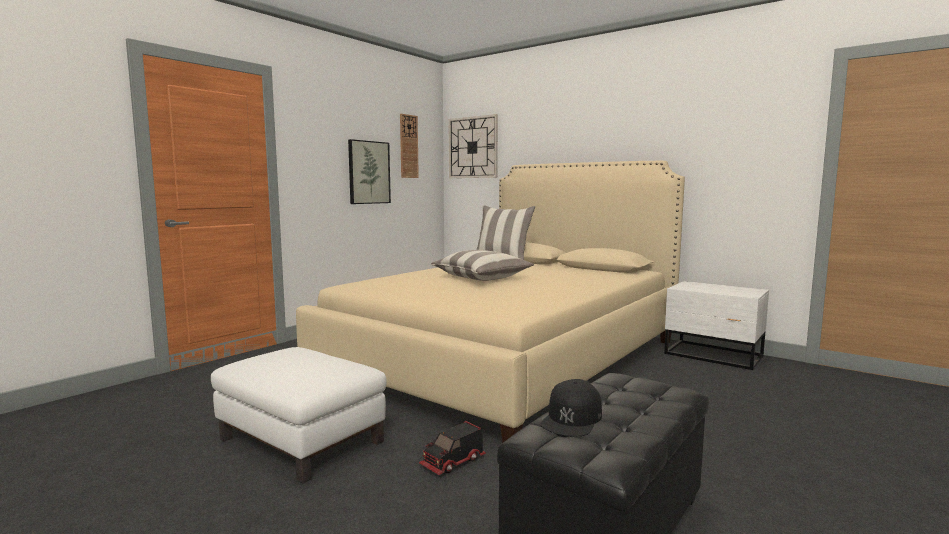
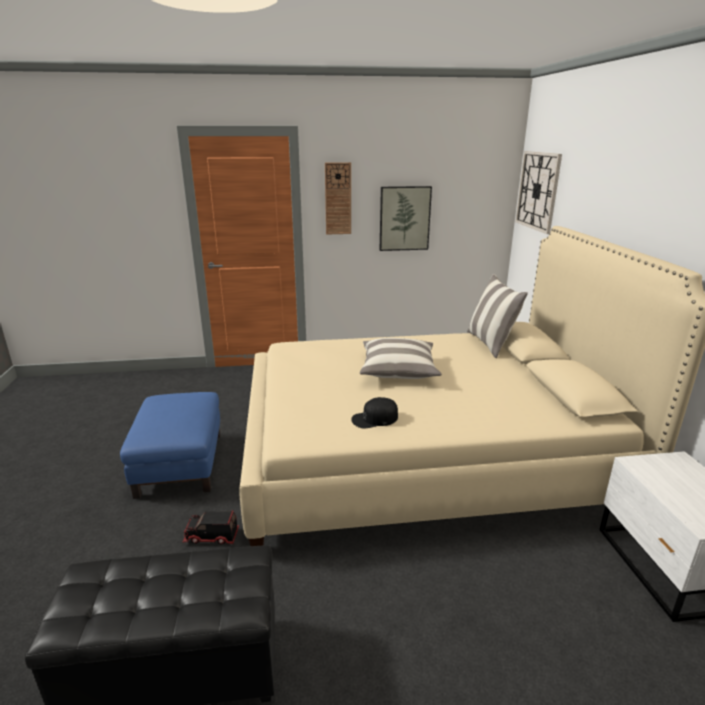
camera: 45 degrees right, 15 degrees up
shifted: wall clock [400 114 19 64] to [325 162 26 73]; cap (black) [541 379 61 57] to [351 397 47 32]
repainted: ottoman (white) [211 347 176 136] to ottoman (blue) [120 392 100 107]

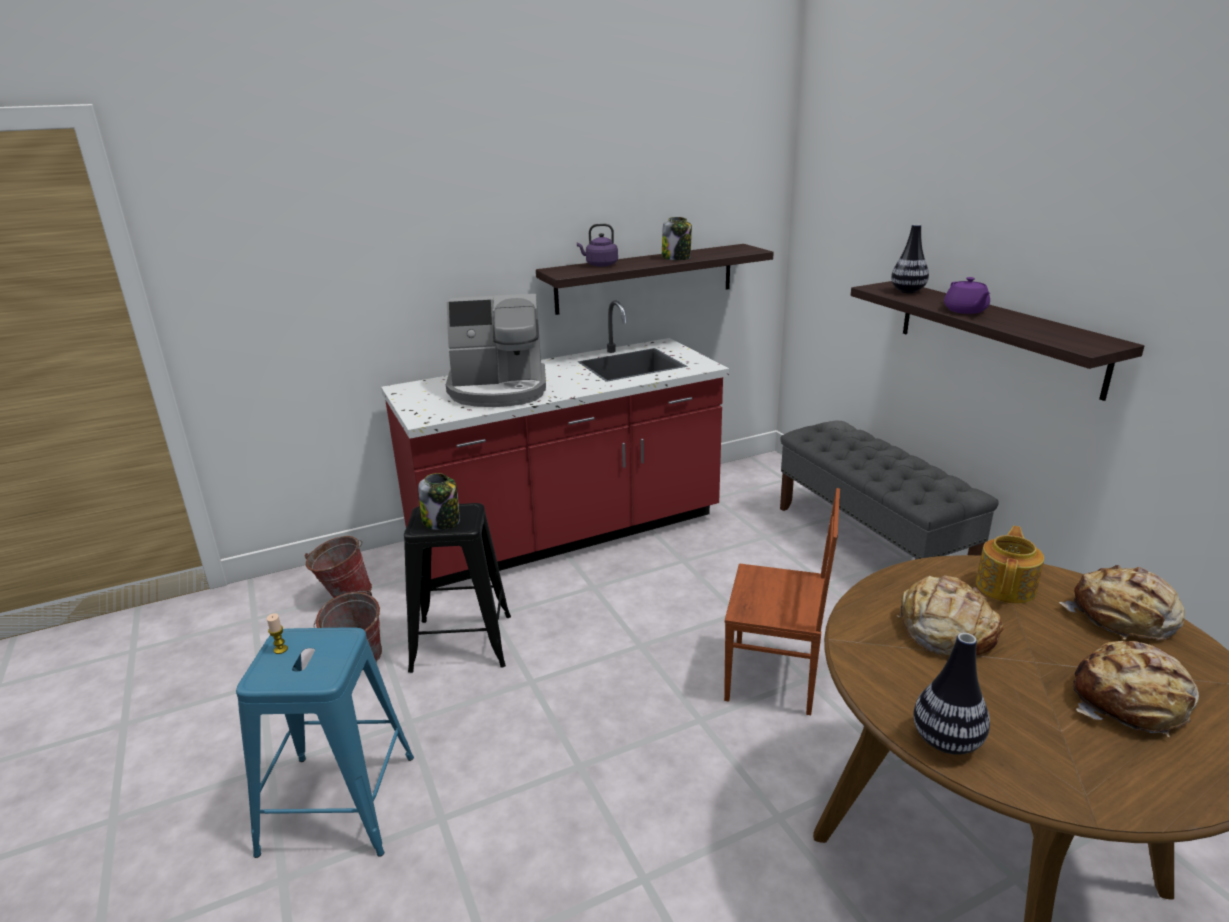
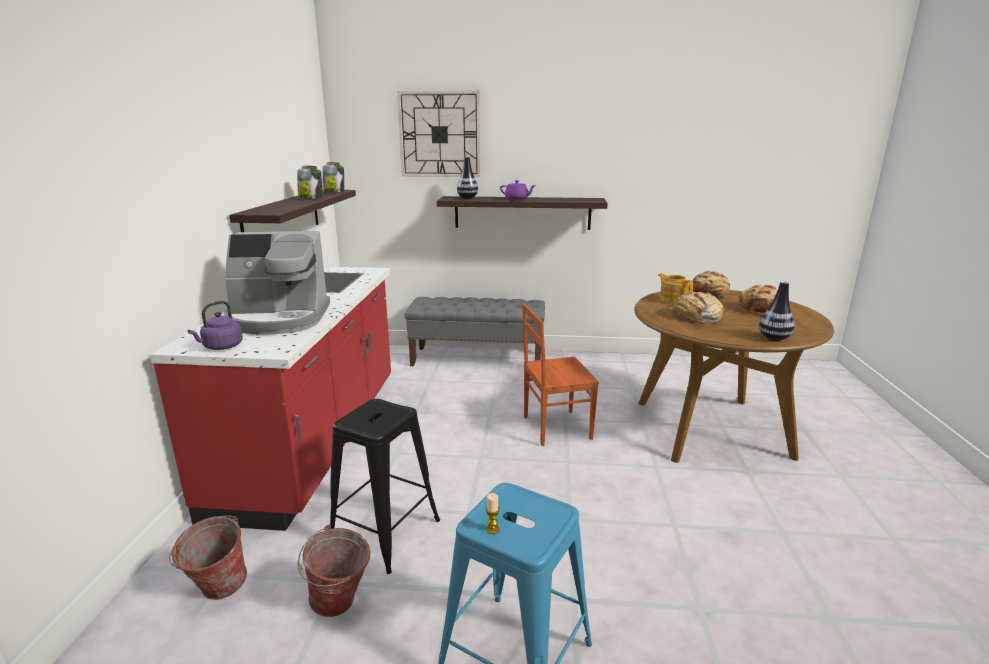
camera: 60 degrees left, 5 degrees down
new: wall clock [397 91 84 86]
shifted: jar [418 473 42 57] to [322 162 22 30]; kettle (purple) [577 223 41 44] to [188 301 55 49]
rotated: coffee machine [446 294 100 113] = [224 231 106 104] 60 degrees clockwise; chair (brown) [724 488 116 227] = [522 303 77 143] 150 degrees counterclockwise

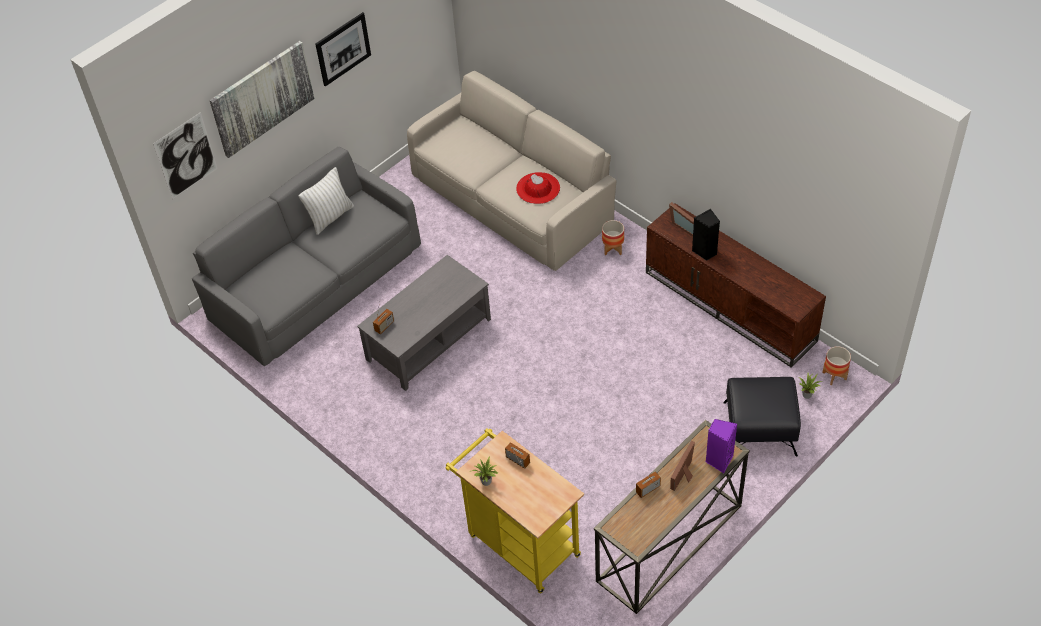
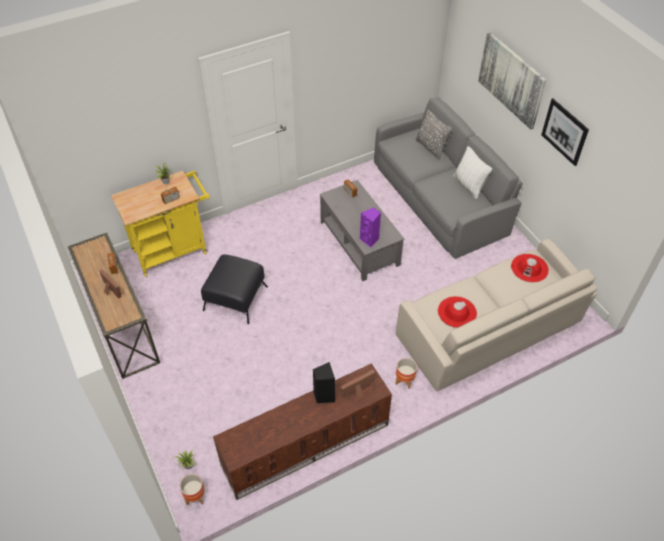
camera: 105 degrees right, 0 degrees up
gone: picture [153 112 65 88]
new: pillow (grey) [415 110 37 50]; hat (red) [511 254 38 29]
shifted: speaker (purple) [705 419 32 54] to [360 207 21 41]; ottoman (black) [723 377 78 80] to [201 254 67 70]

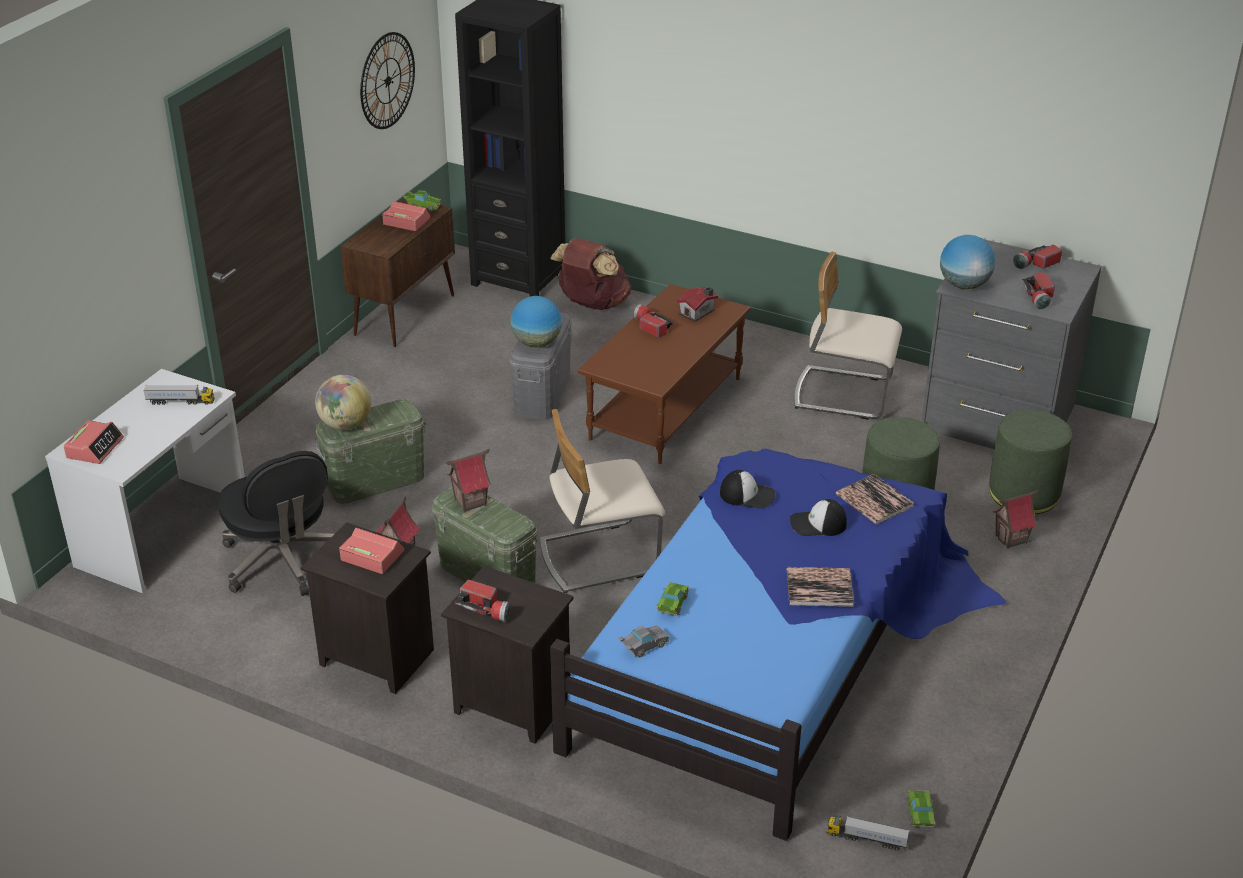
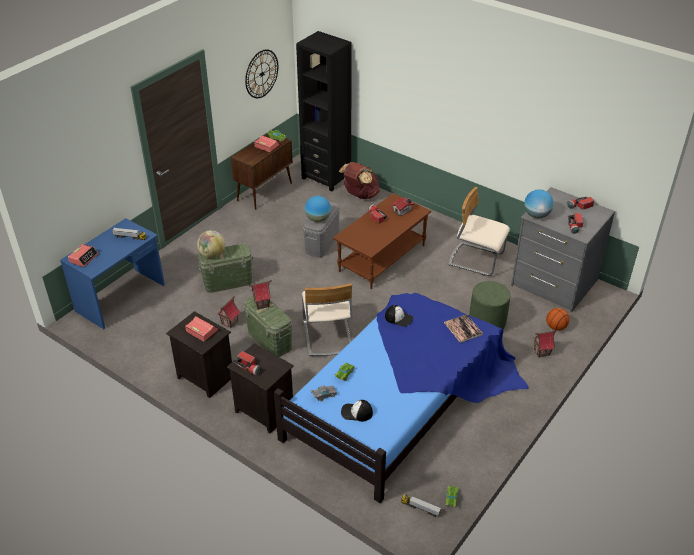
camera: 10 degrees right, 5 degrees up
gone: office chair (black) [218 451 116 145]; book [787 567 67 40]
shifted: cap [790 499 57 37] to [341 400 32 22]
swapped: ottoman (green) [989 409 83 105] to basketball [546 308 24 23]
repainted: desk (white) [45 369 200 224] to desk (blue) [60 218 105 111]
rotated: chair (beige) [540 409 125 184] = [302 283 50 73] 90 degrees counterclockwise

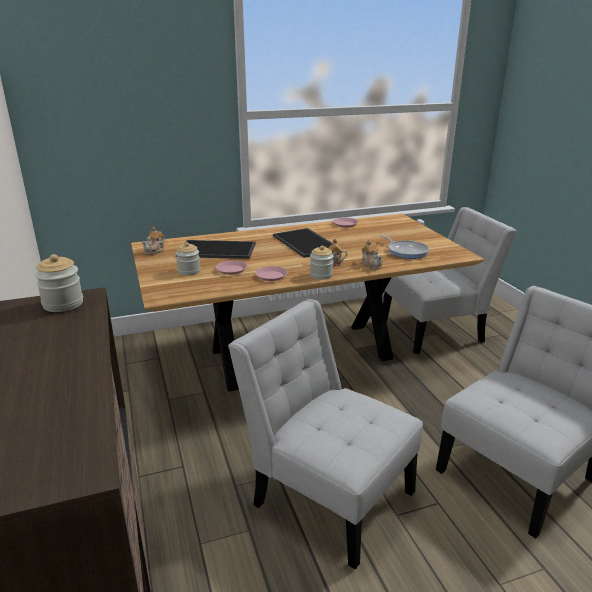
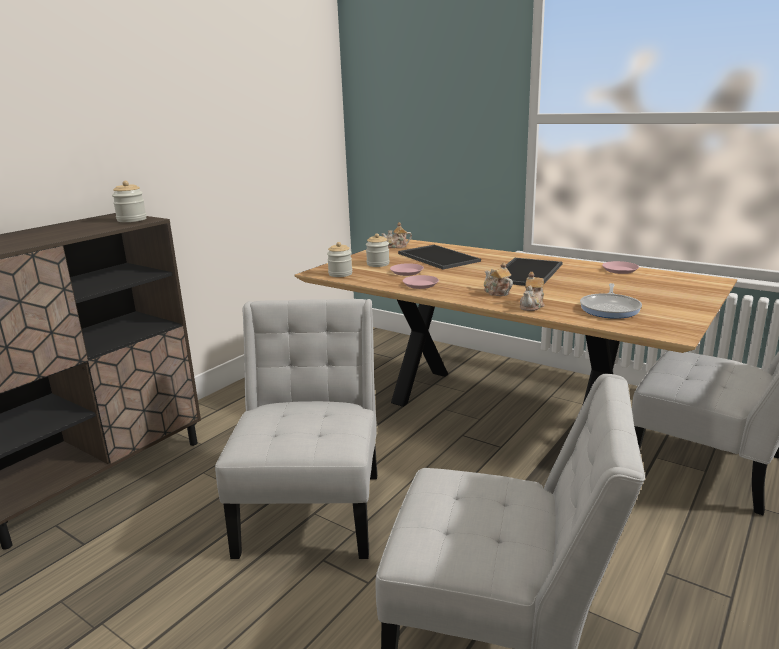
camera: 55 degrees right, 5 degrees down
shifted: jar [310 246 23 34] to [327 242 25 35]

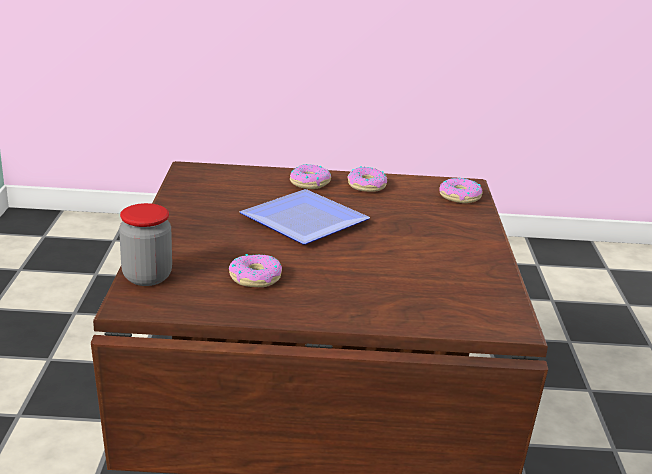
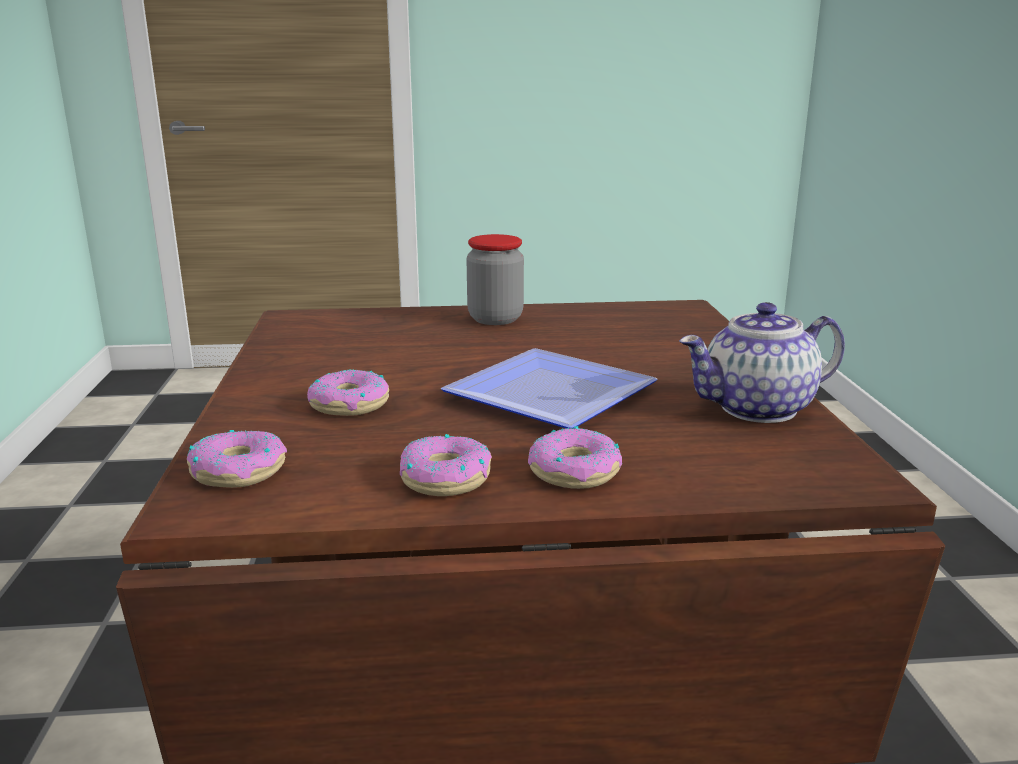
camera: 175 degrees right, 5 degrees down
new: teapot [679 302 166 121]
shifted: jar [119 203 53 83] to [466 234 58 91]; donut [229 254 53 33] to [307 369 82 47]

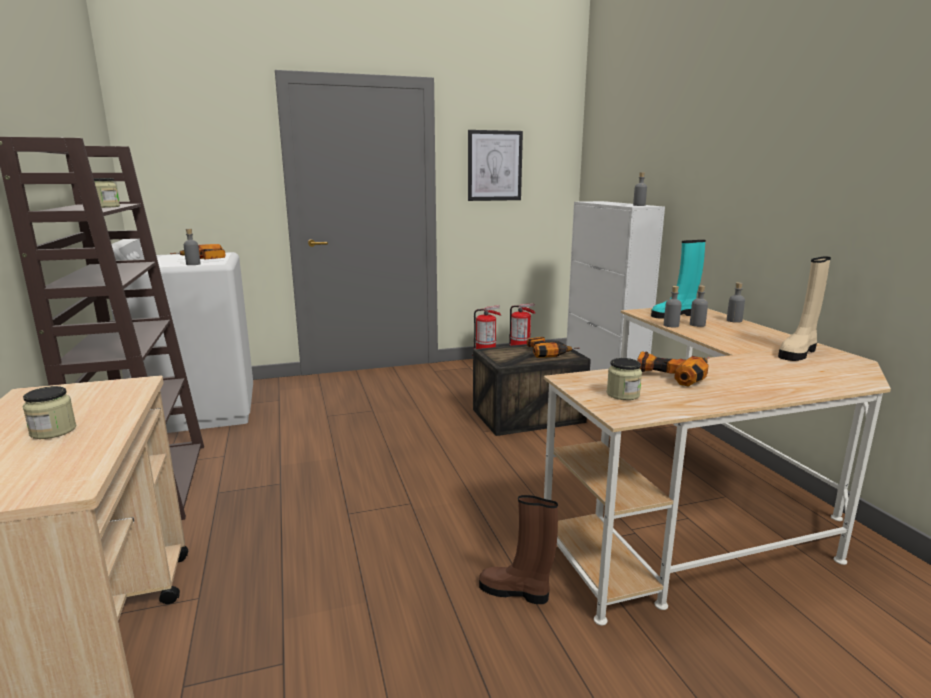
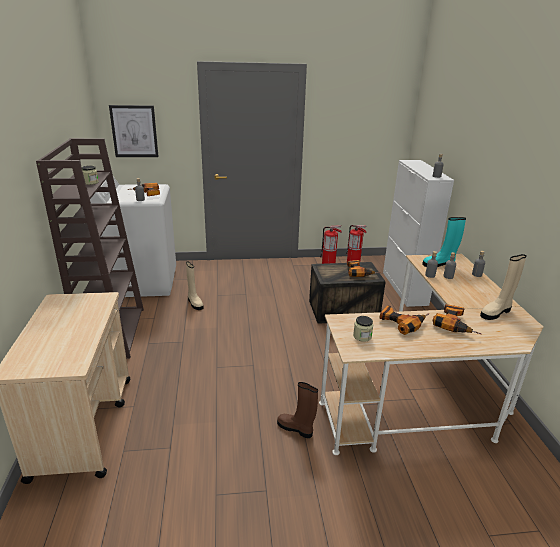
camera: 10 degrees right, 10 degrees up
gone: jar [22 386 54 53]
new: boot (beige) [186 261 18 49]; power drill [433 304 48 30]
shifted: picture [468 130 55 71] to [109 105 50 52]

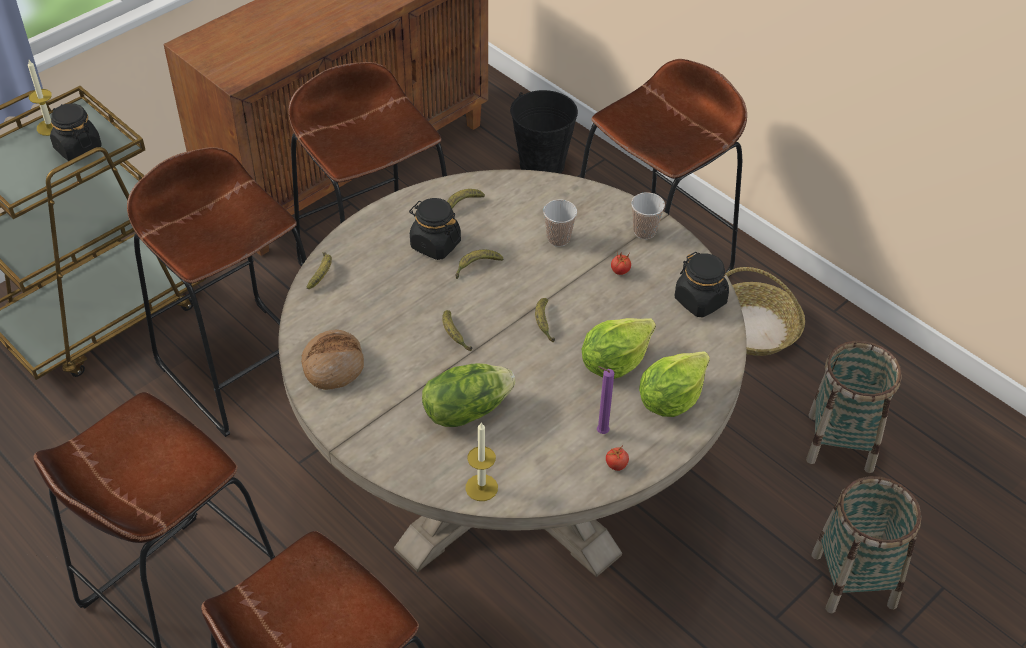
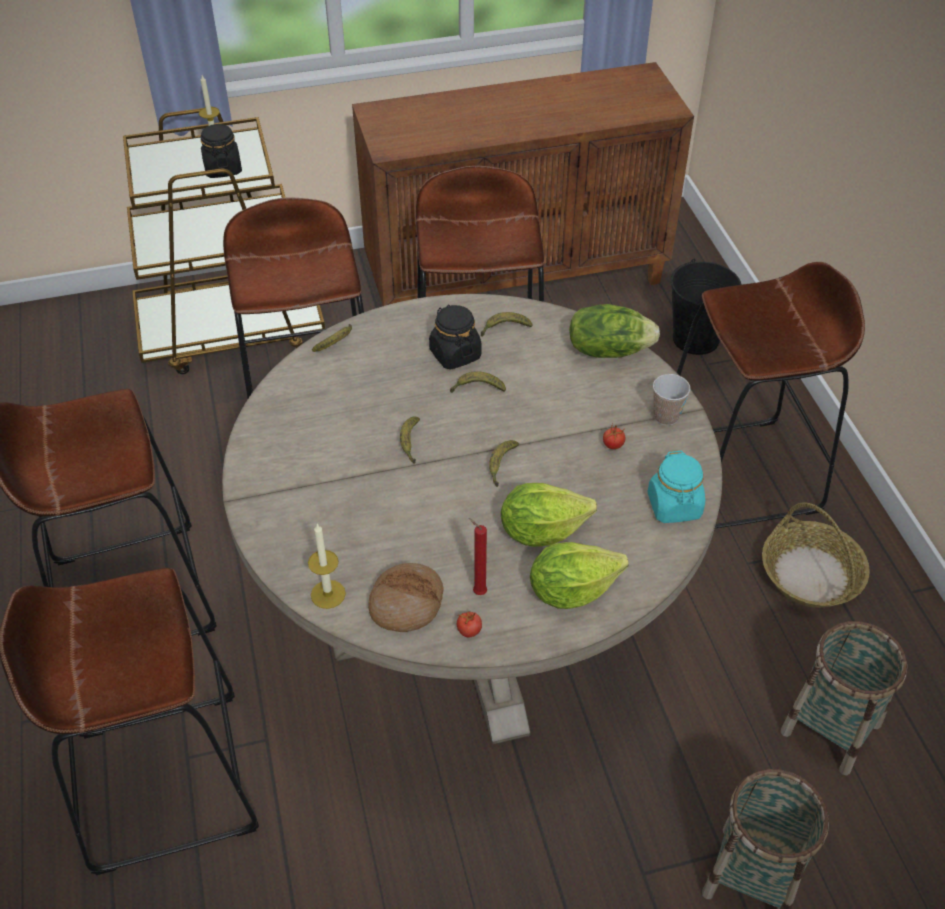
camera: 30 degrees right, 0 degrees up
gone: cup [543 199 34 48]
shifted: bread [301 329 63 61] to [368 563 76 69]; lettuce [422 363 94 64] to [569 304 91 54]
repainted: candle (purple) [597 366 17 68] to candle (red) [469 518 18 77]; jar (black) [675 252 54 65] to jar (turquoise) [648 451 57 72]

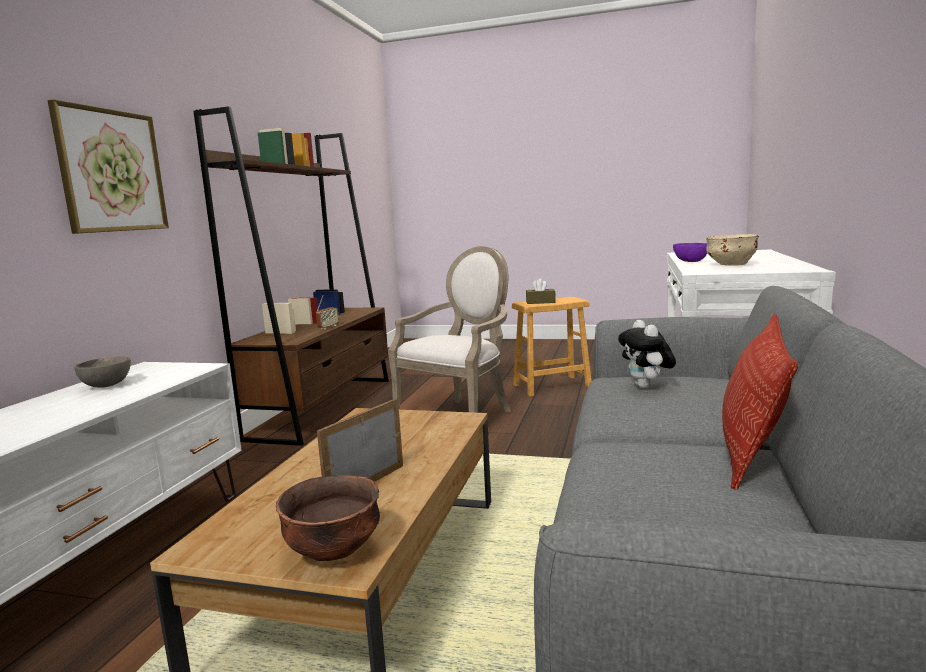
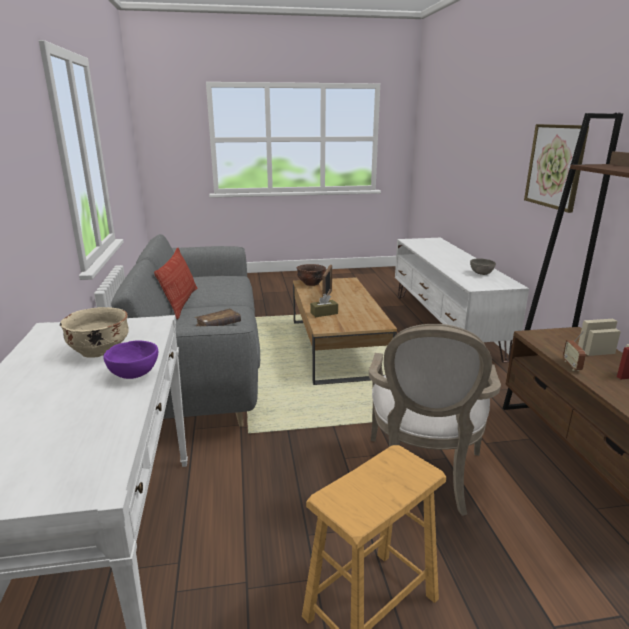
camera: 155 degrees right, 10 degrees up
shifted: tissue box (brown) [526 278 30 26] to [310 294 28 23]
swapped: plush toy [618 320 58 68] to book (brown) [195 308 46 18]

